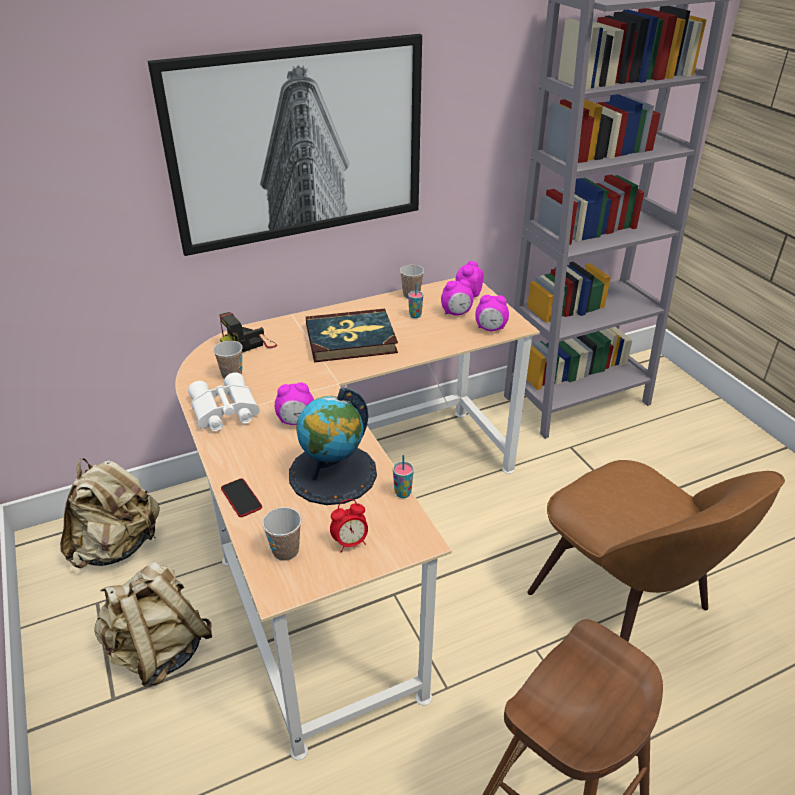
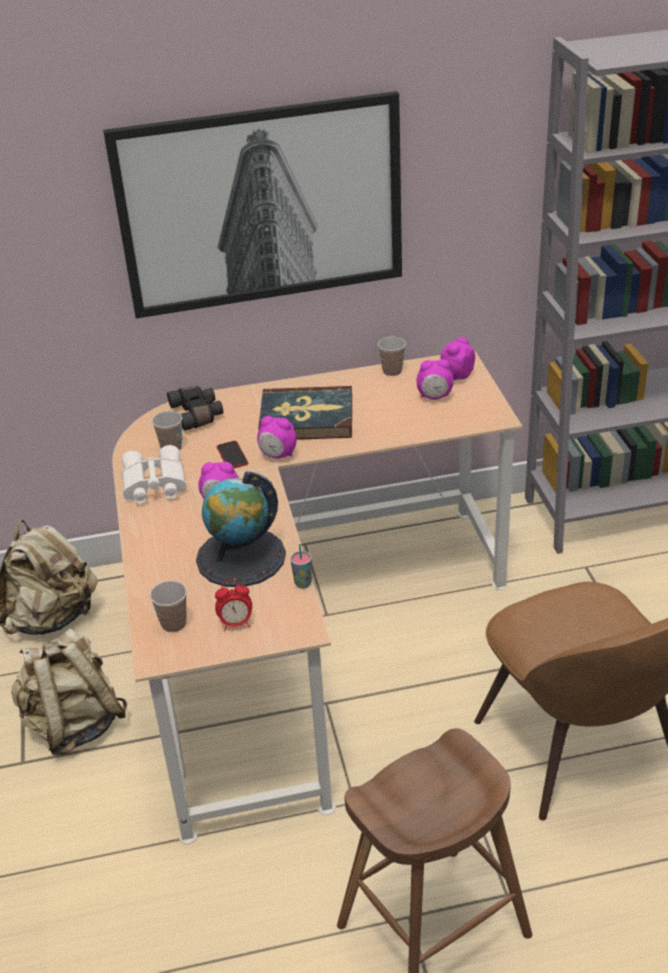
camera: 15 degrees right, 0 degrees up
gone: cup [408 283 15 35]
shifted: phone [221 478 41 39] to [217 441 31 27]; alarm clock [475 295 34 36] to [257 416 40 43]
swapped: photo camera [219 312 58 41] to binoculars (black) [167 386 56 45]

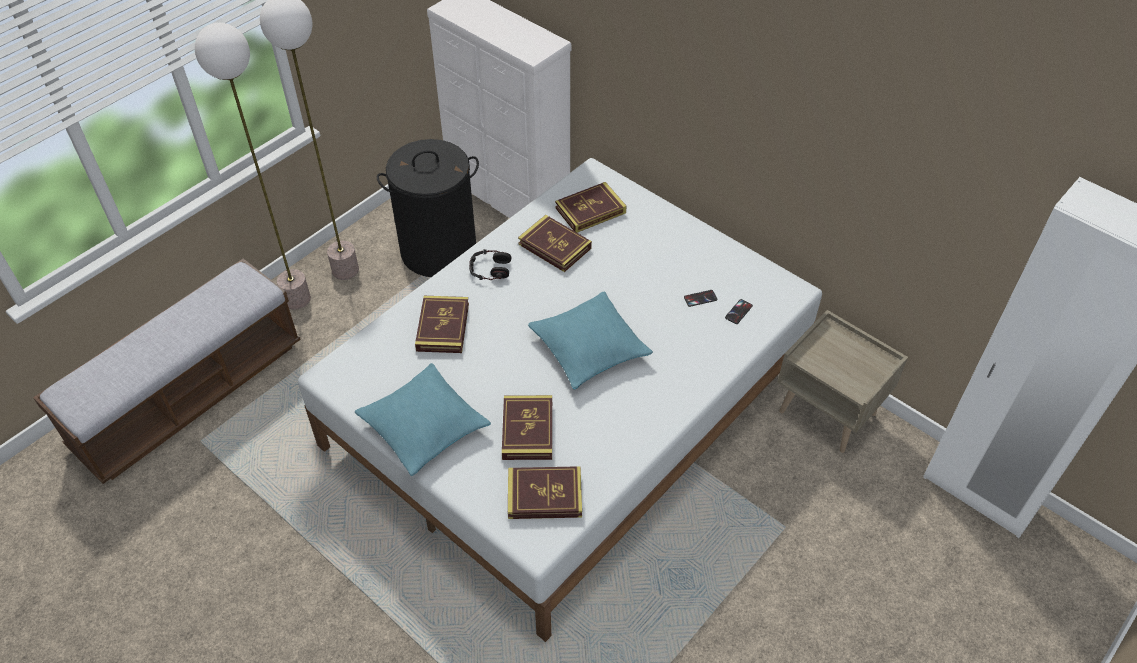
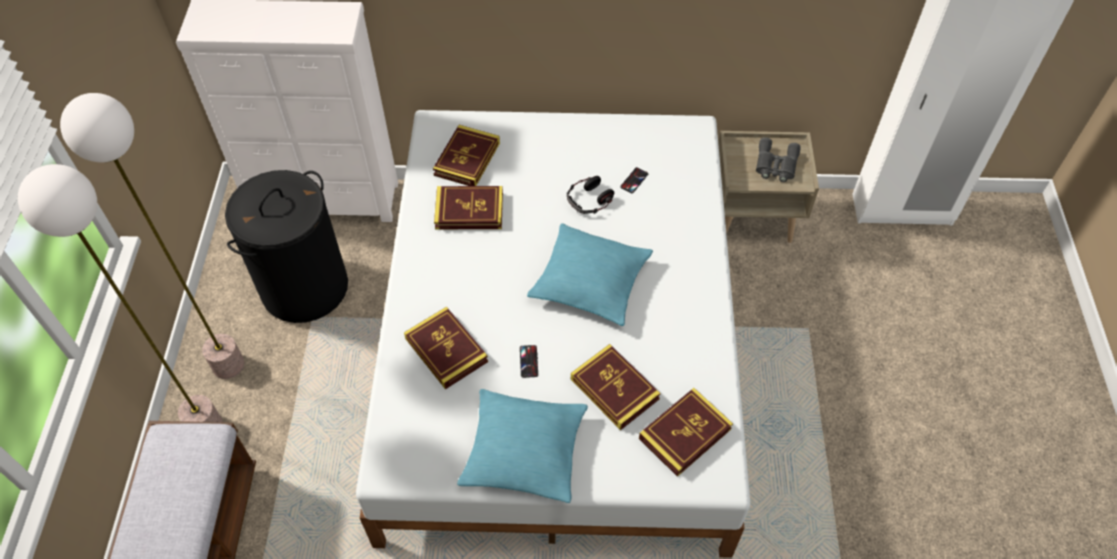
camera: 40 degrees left, 5 degrees up
new: binoculars (grey) [756 137 45 45]
shifted: headphones [469 249 42 31] to [567 176 47 38]; phone [725 299 28 25] to [520 345 18 33]

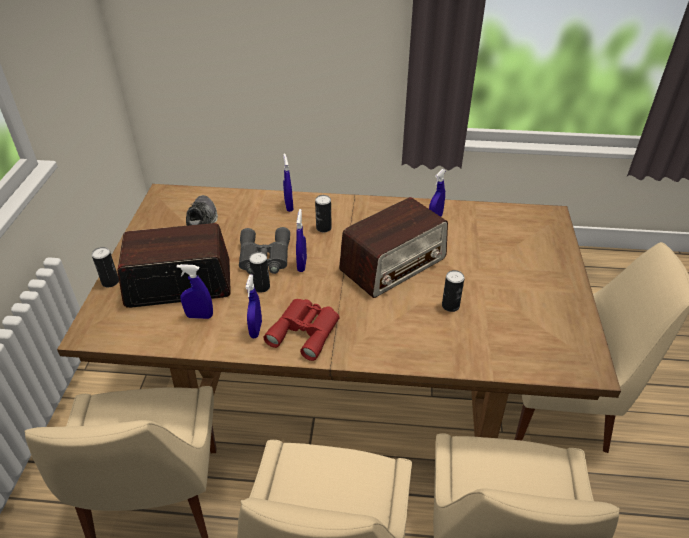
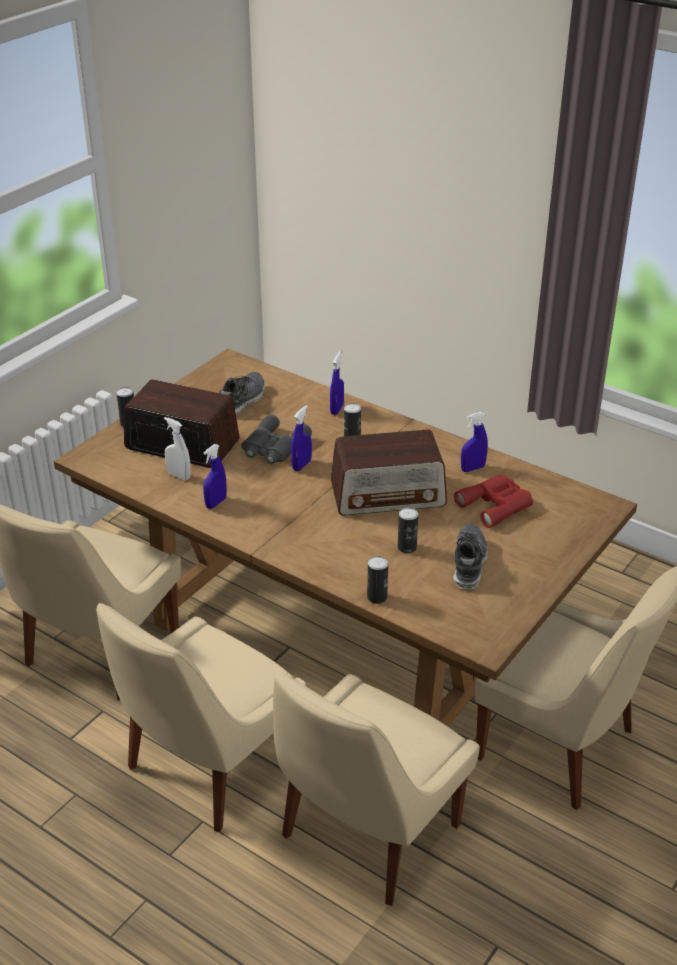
camera: 30 degrees right, 5 degrees down
new: shoe [453 523 35 66]
shifted: can [249 252 21 41] to [367 556 21 48]; binoculars (red) [264 299 75 62] to [454 474 79 54]
repainted: spray bottle (blue) [177 264 36 55] to spray bottle (white) [164 417 27 63]

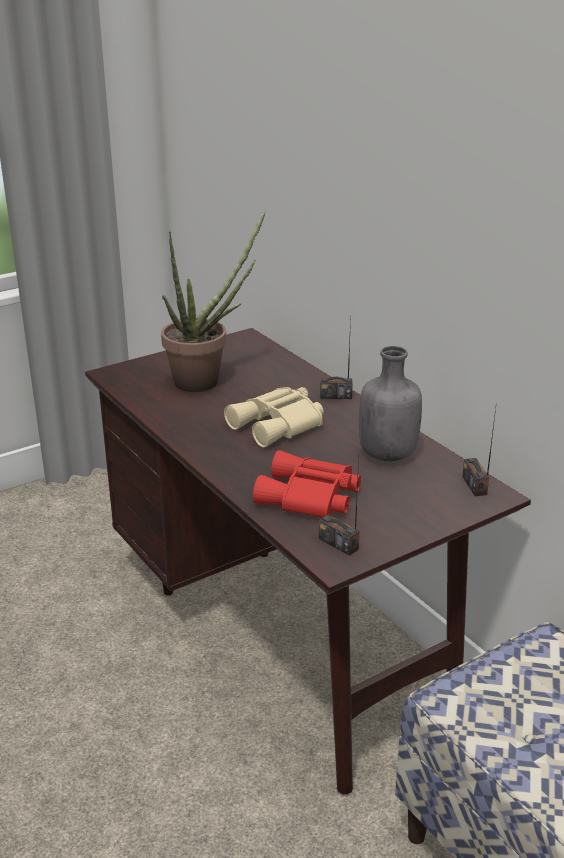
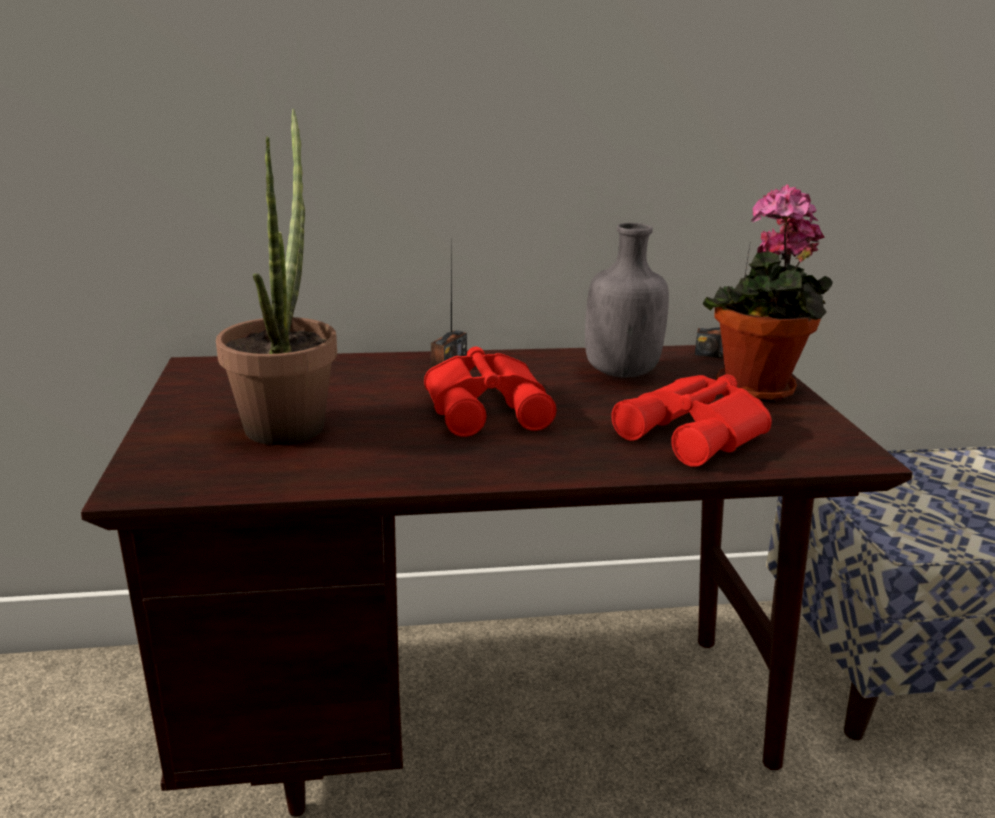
camera: 65 degrees left, 5 degrees down
gone: radio [319 458 41 98]
new: potted plant [702 184 131 218]
repainted: binoculars (beige) [224 387 100 60] to binoculars (red) [424 346 133 91]

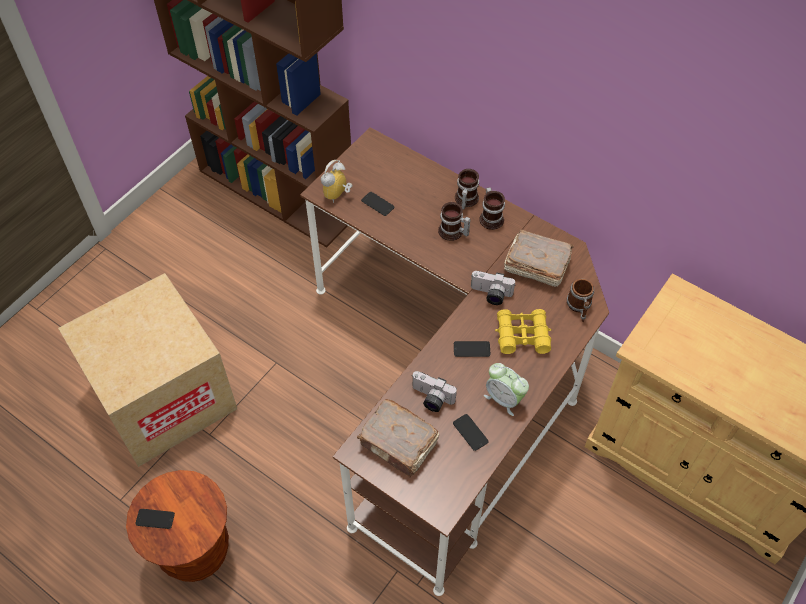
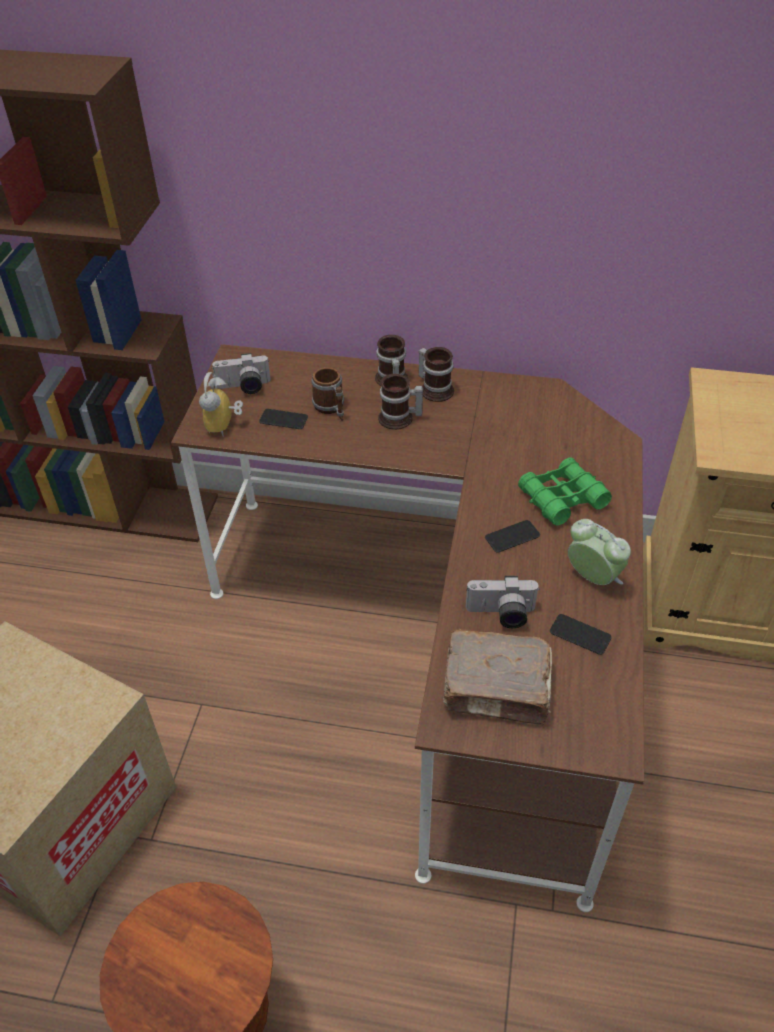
camera: 25 degrees left, 10 degrees down
gone: phone [135 509 40 20]; book (brown) [504 229 70 58]
shifted: photo camera [471 271 44 34] to [212 353 59 41]; mug [567 279 27 43] to [311 367 33 54]
repainted: binoculars (yellow) [495 309 57 45] to binoculars (green) [518 457 94 69]
rotated: alarm clock [484 363 45 53] = [568 519 63 66] 150 degrees counterclockwise

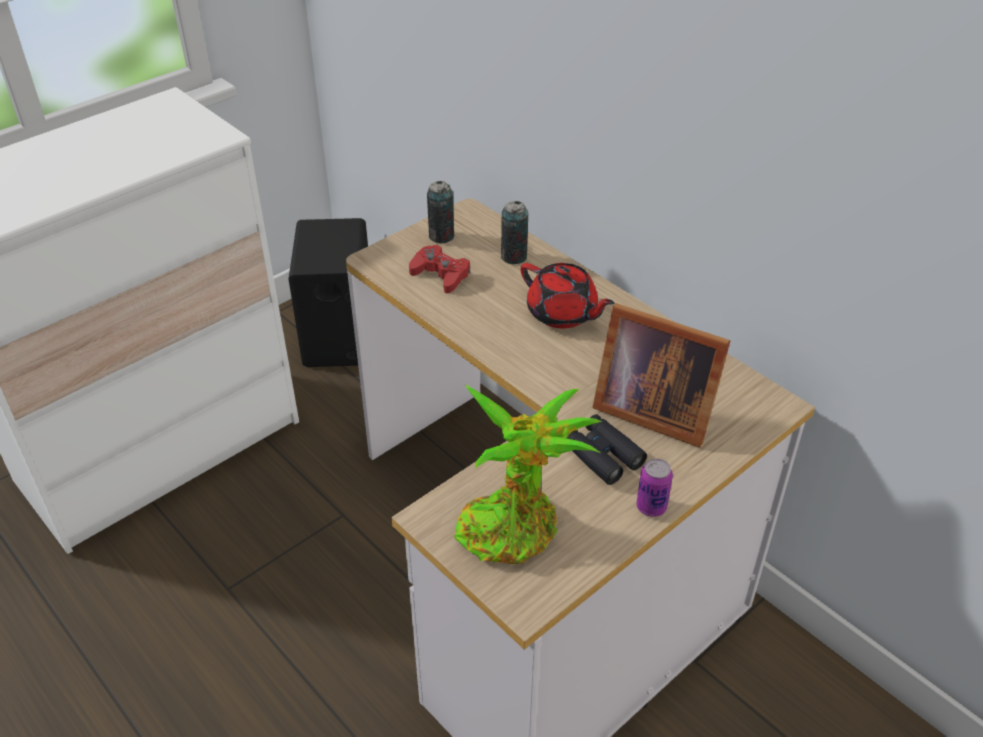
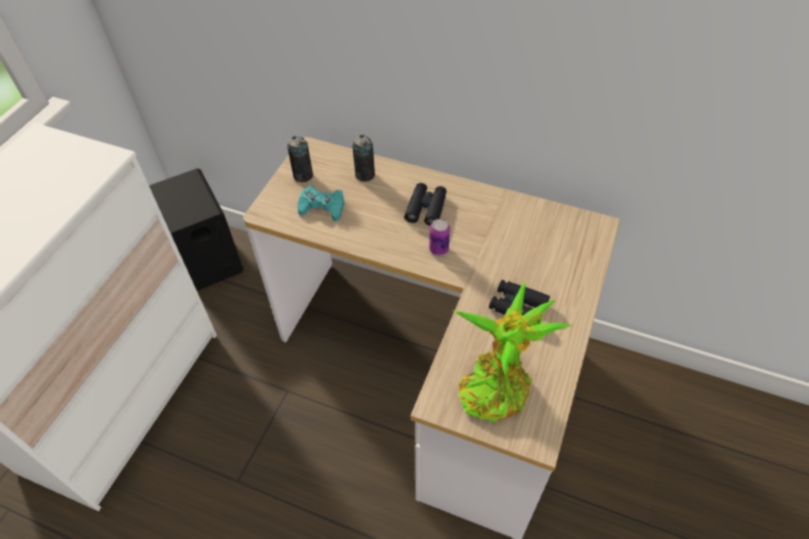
camera: 25 degrees left, 10 degrees up
gone: picture frame [592 303 138 145]
shifted: can [636 459 37 58] to [429 219 21 37]
swapped: teapot (red) [520 263 94 66] to binoculars (black) [404 183 43 43]
repainted: game controller (red) [409 245 61 48] to game controller (turquoise) [297 186 48 35]

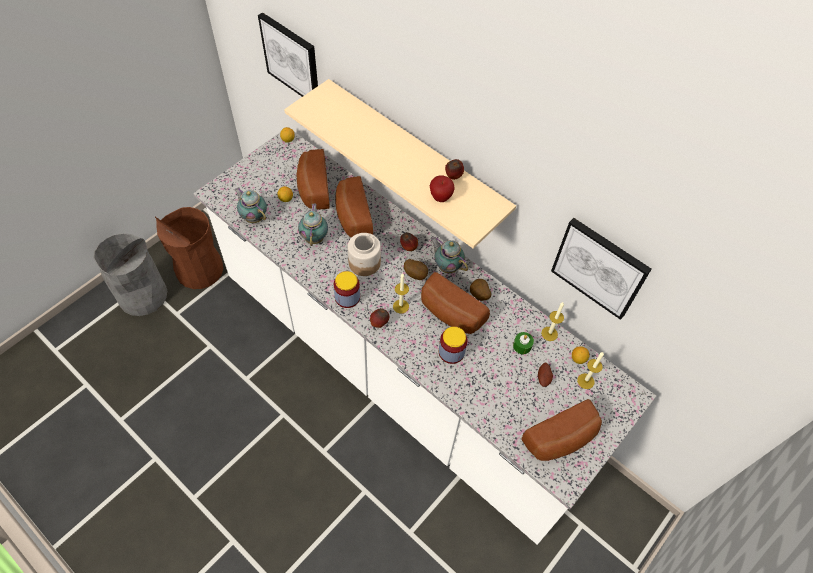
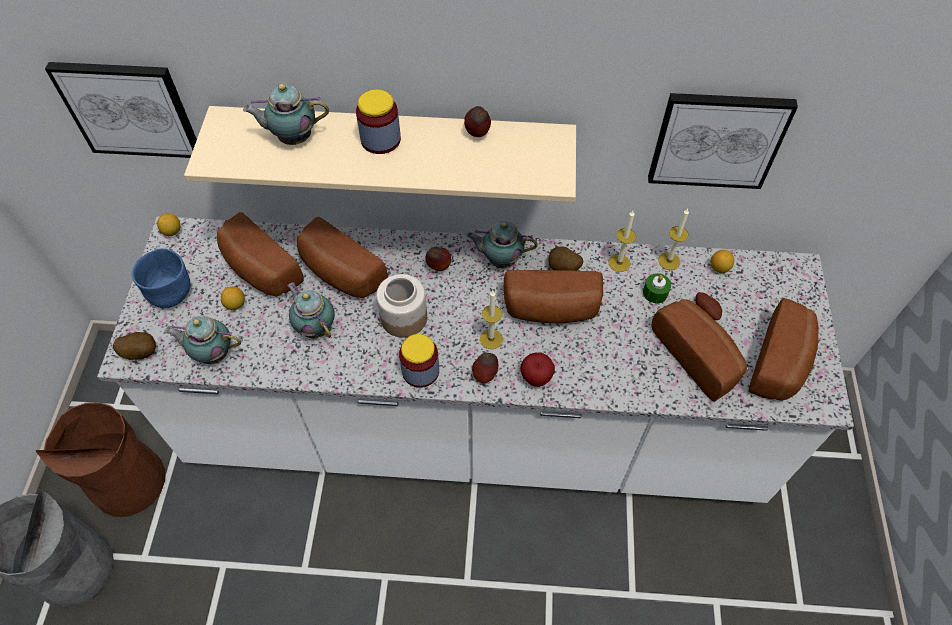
camera: 35 degrees left, 0 degrees up
new: bowl (blue) [132 249 58 59]; teapot [243 84 86 61]; bread [651 299 96 103]
shifted: potato [404 259 24 21] to [113 332 43 28]; apple [430 175 25 27] to [520 353 35 34]; jar [439 326 28 38] to [356 89 45 65]; candle [577 352 27 37] to [608 211 28 61]

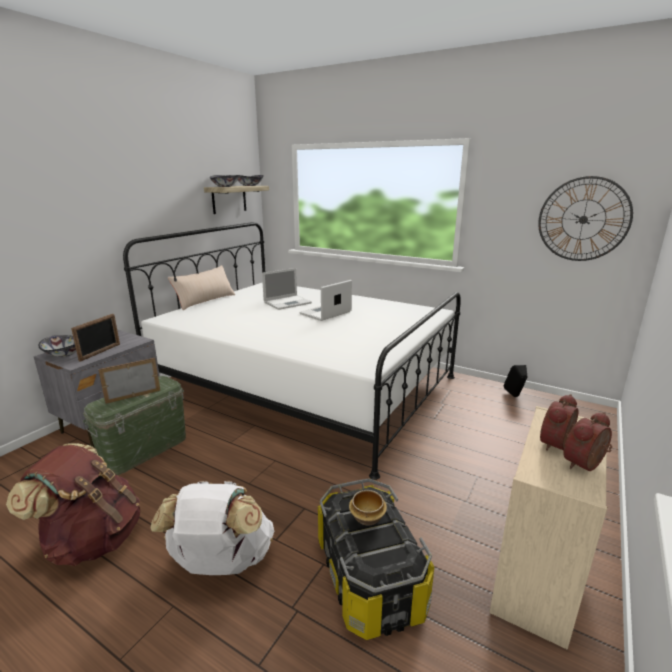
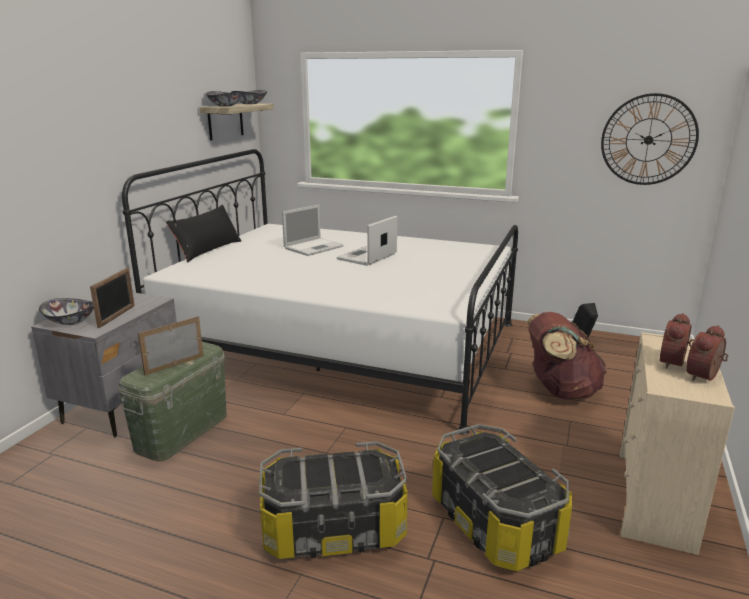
camera: 10 degrees left, 0 degrees up
gone: bowl [349 490 38 36]
shifted: backpack (brown) [6 443 134 123] to [527 312 80 88]
swapped: backpack (white) [150 481 124 94] to storage box [259 441 149 118]
repainted: pillow (beige) [168 265 67 45] to pillow (black) [166 205 75 57]

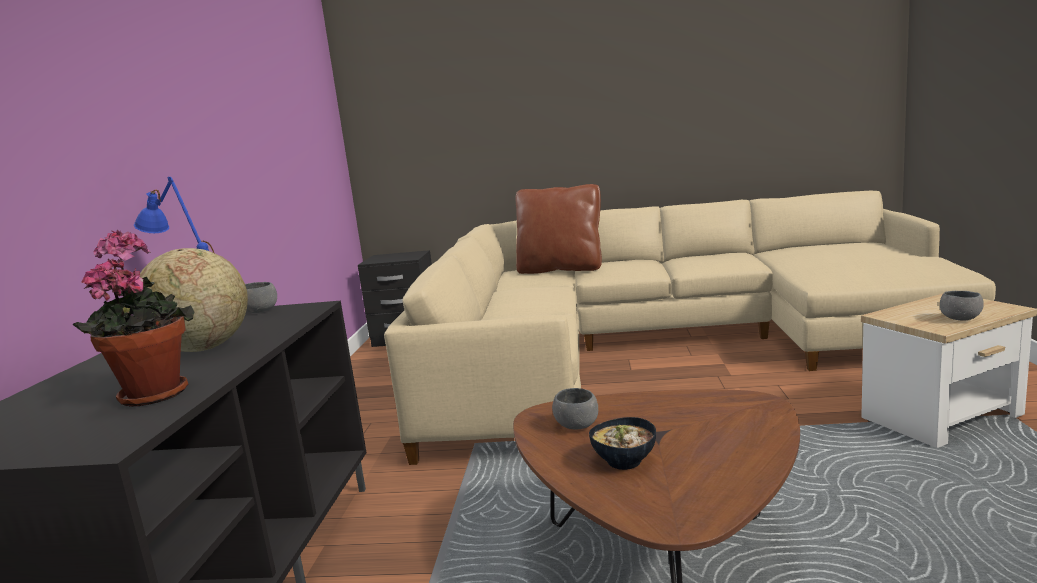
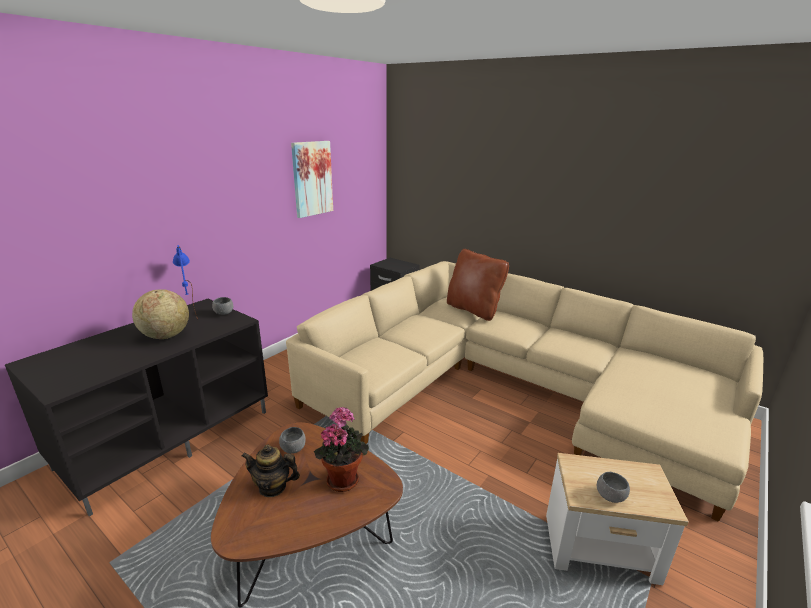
camera: 30 degrees right, 10 degrees up
new: picture [291 141 42 77]
shifted: potted plant [73 230 122 177] to [314 407 55 85]
swapped: bowl [589 417 67 53] to teapot [241 444 59 53]

